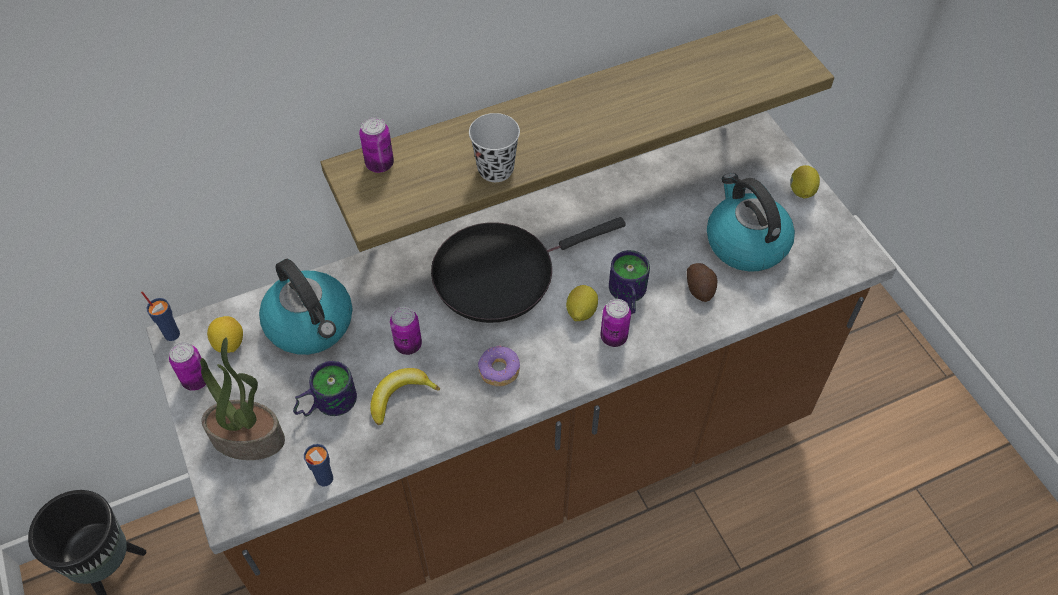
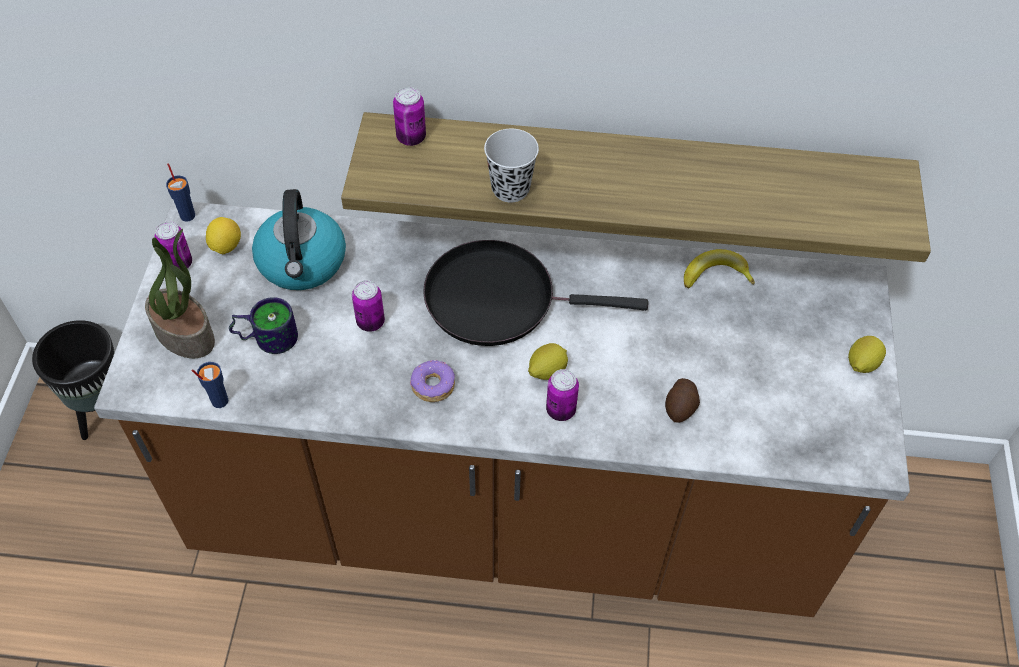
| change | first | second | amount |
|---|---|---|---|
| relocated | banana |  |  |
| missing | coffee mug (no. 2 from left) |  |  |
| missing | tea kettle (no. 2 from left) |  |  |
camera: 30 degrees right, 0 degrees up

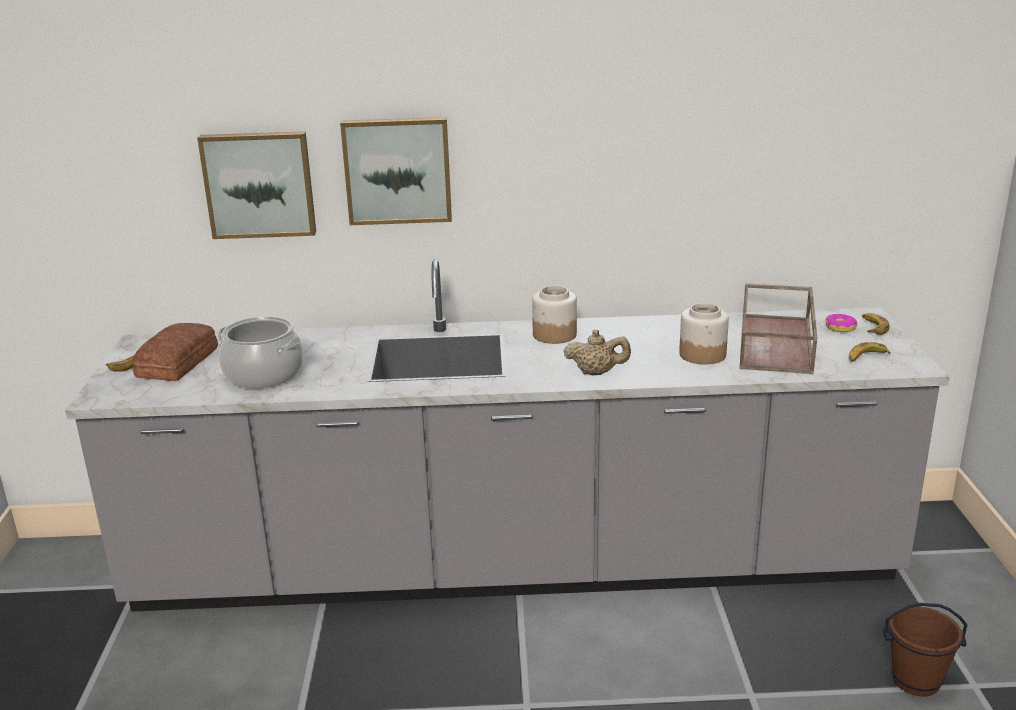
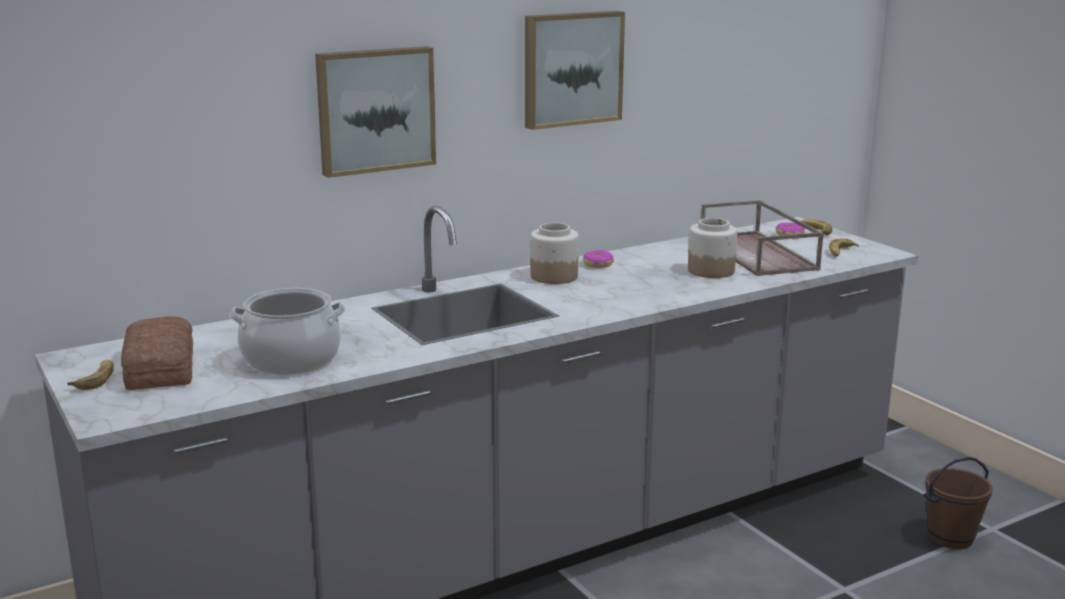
| change | first | second | amount |
|---|---|---|---|
| relocated | picture (no. 1 from left in the first image) | picture (no. 2 from left) |  |
| appeared |  | ring doughnut (no. 1 from left) |  |
| missing | beige-coloured teapot |  |  |
camera: 30 degrees left, 5 degrees down

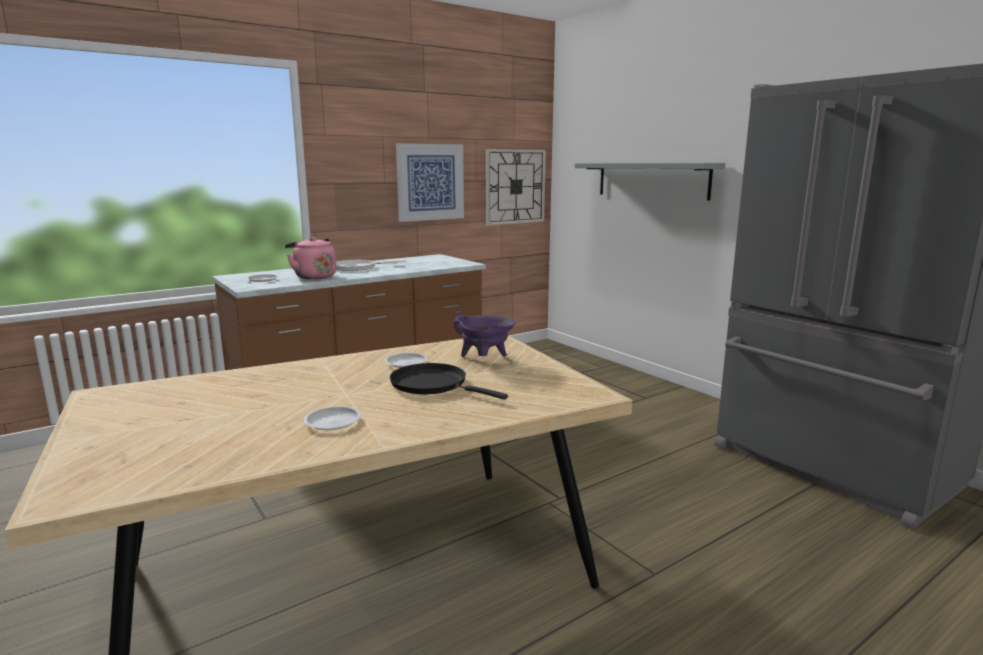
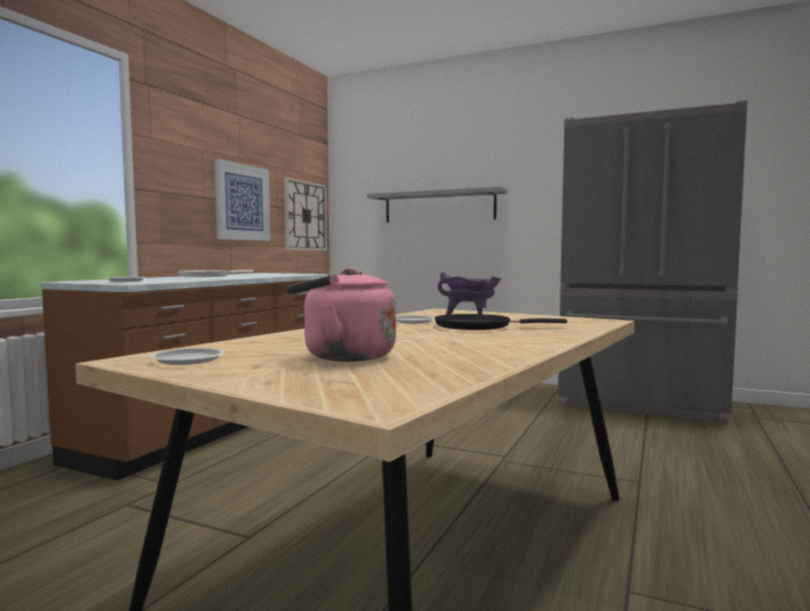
| change | first | second | amount |
|---|---|---|---|
| relocated | white-coloured plate (no. 2 from left) |  |  |
| relocated | pinkish tea kettle |  |  |
camera: 30 degrees left, 10 degrees down

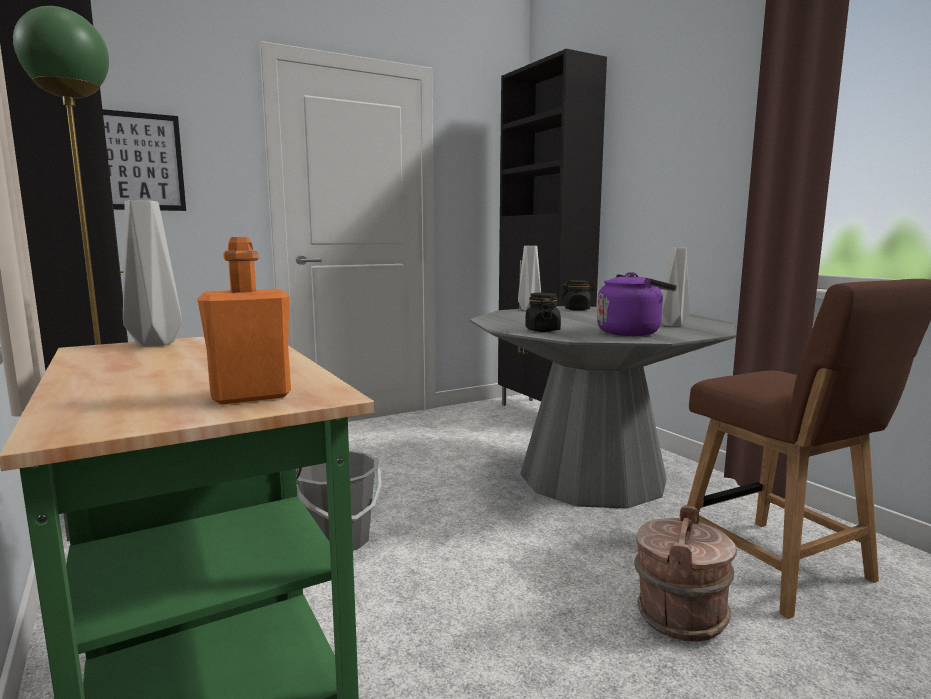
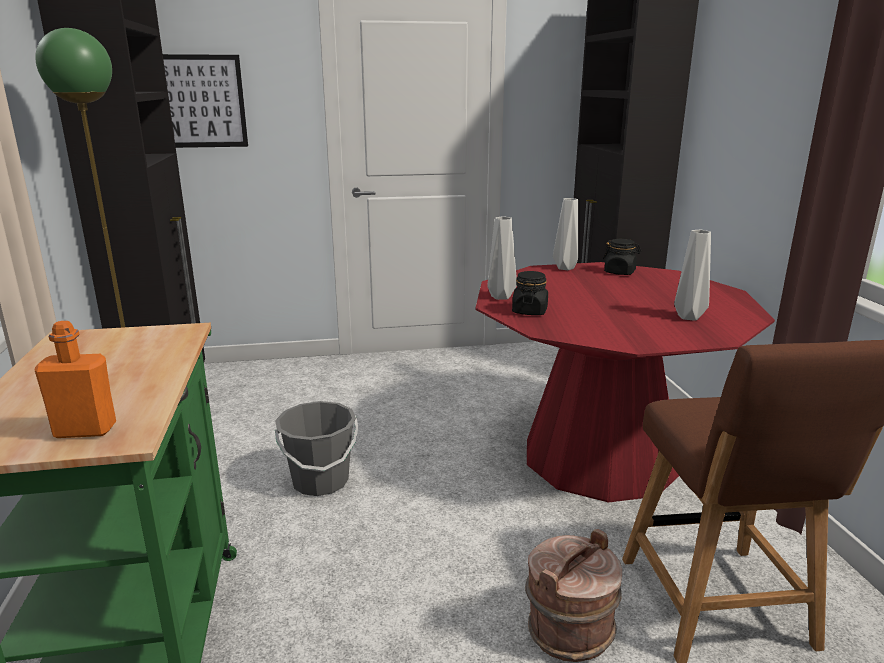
| change | first | second | amount |
|---|---|---|---|
| colour | grey dinner table | red dinner table |  |
| relocated | grey decorative vase (no. 1 from left) |  |  |
| missing | purple tea kettle |  |  |
camera: 20 degrees right, 10 degrees up

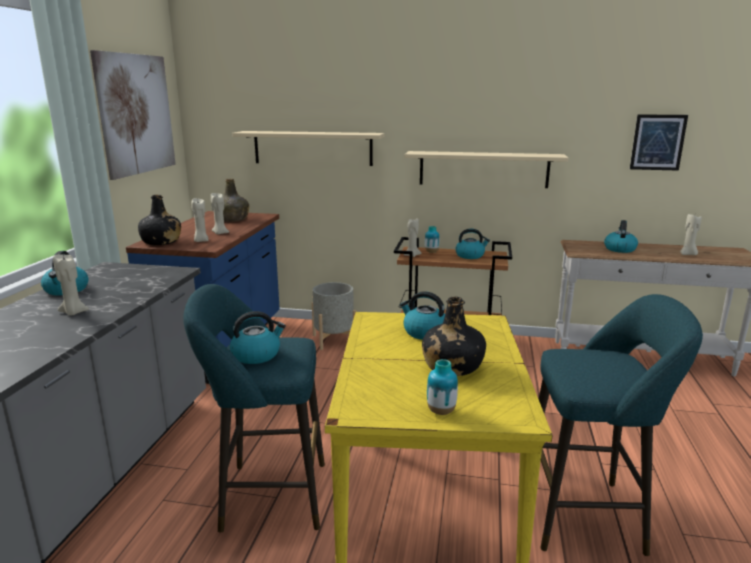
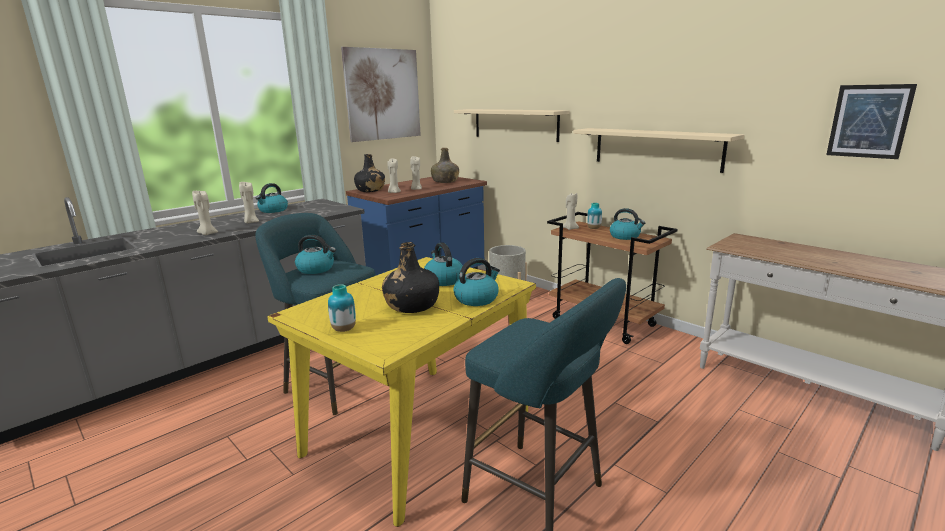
| change | first | second | amount |
|---|---|---|---|
| relocated | beige-coloured wax candle (no. 5 from left in the first image) | beige-coloured wax candle (no. 1 from left) |  |
| relocated | tea kettle (no. 5 from left in the first image) | tea kettle (no. 4 from left) |  |
camera: 35 degrees right, 0 degrees up

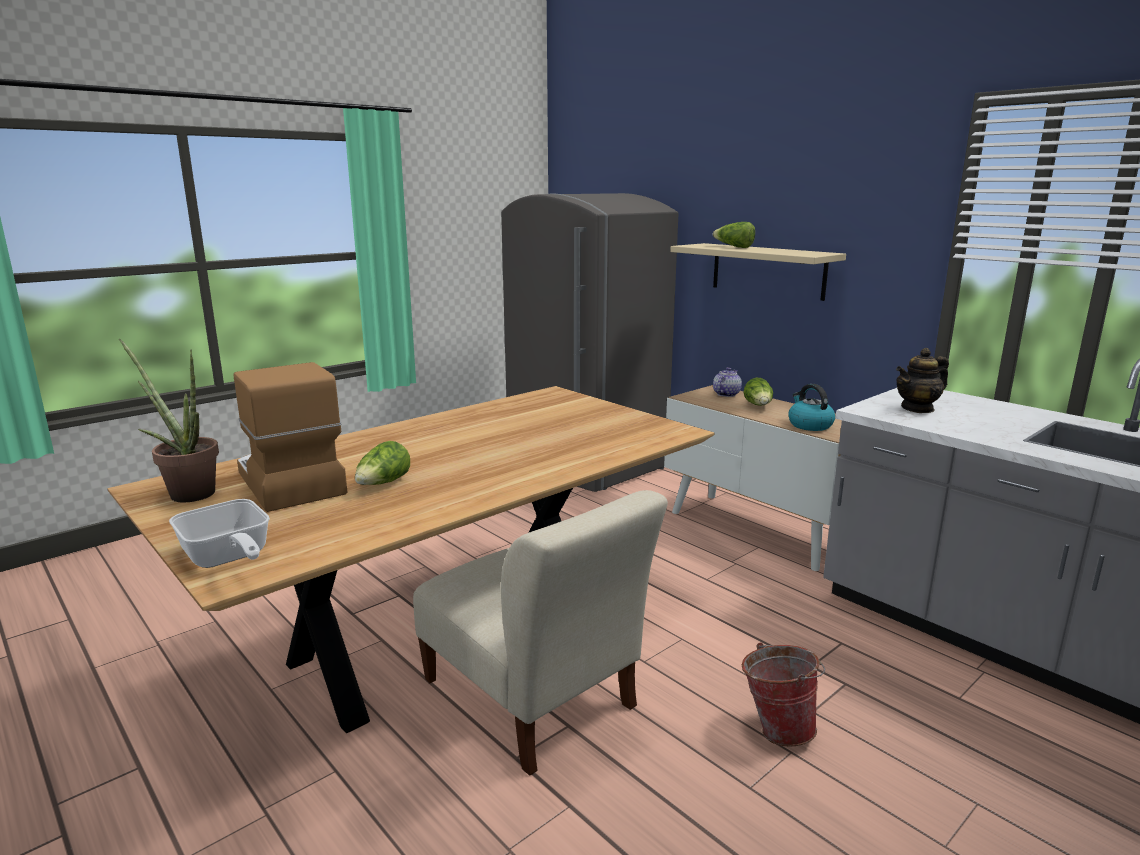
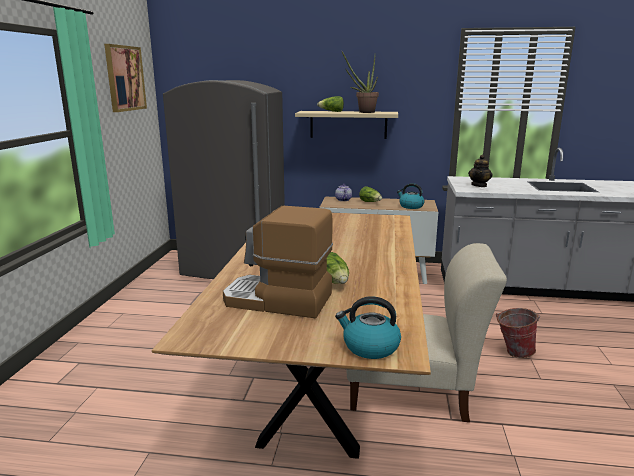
| change | first | second | amount |
|---|---|---|---|
| appeared |  | picture |  |
| exchanged | pan | tea kettle (no. 1 from left) |  |
| relocated | houseplant |  |  |
camera: 40 degrees left, 0 degrees up

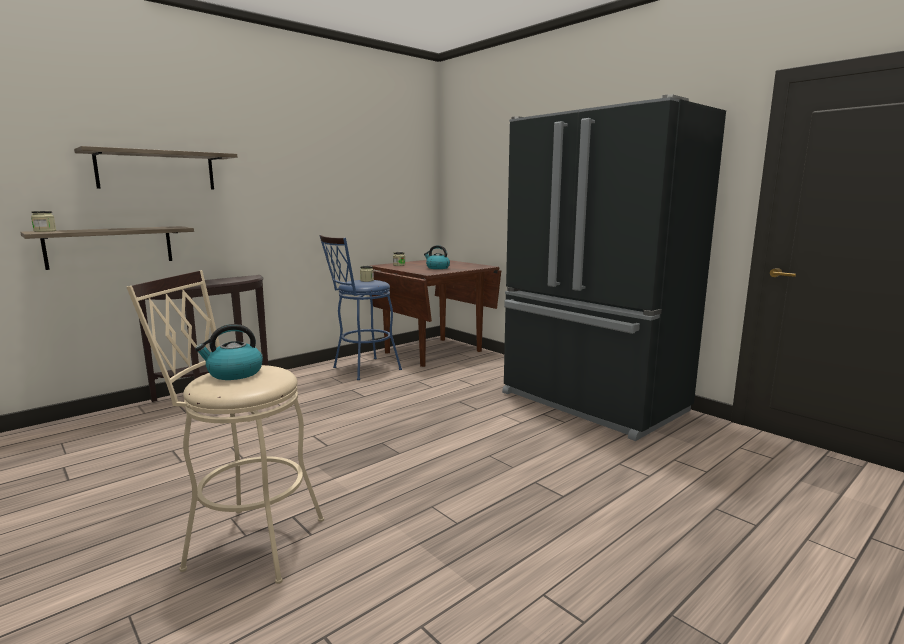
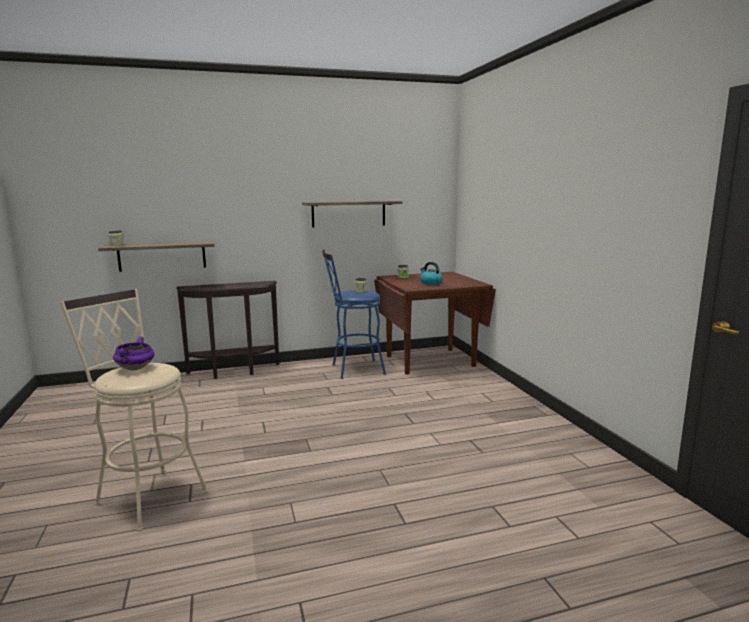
| change | first | second | amount |
|---|---|---|---|
| exchanged | tea kettle (no. 1 from left) | purple stockpot |  |
| relocated | bracket shelf (no. 2 from left) |  |  |
| missing | blackish kitchen fridge |  |  |
camera: 25 degrees right, 0 degrees up

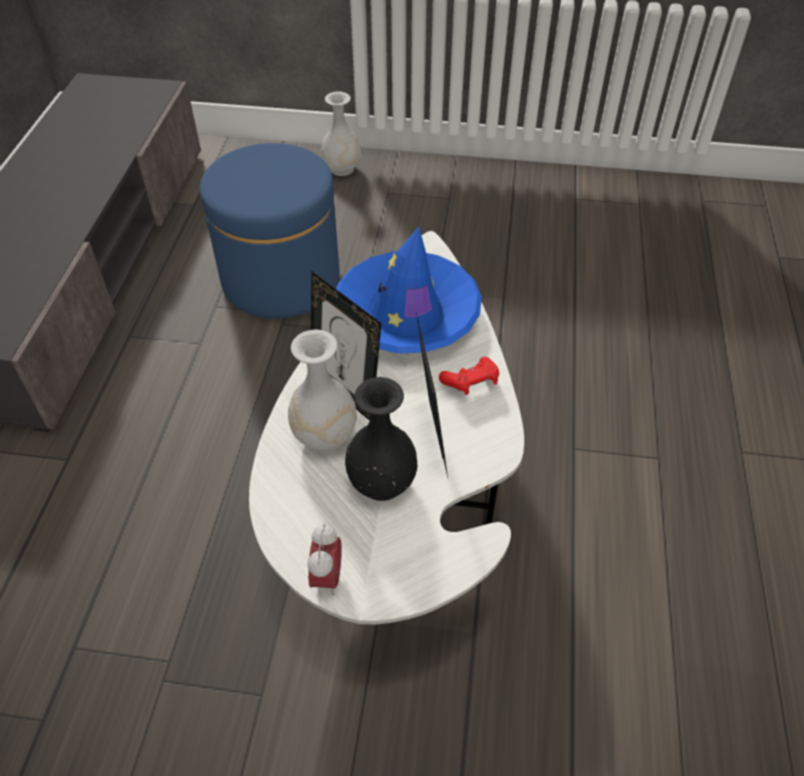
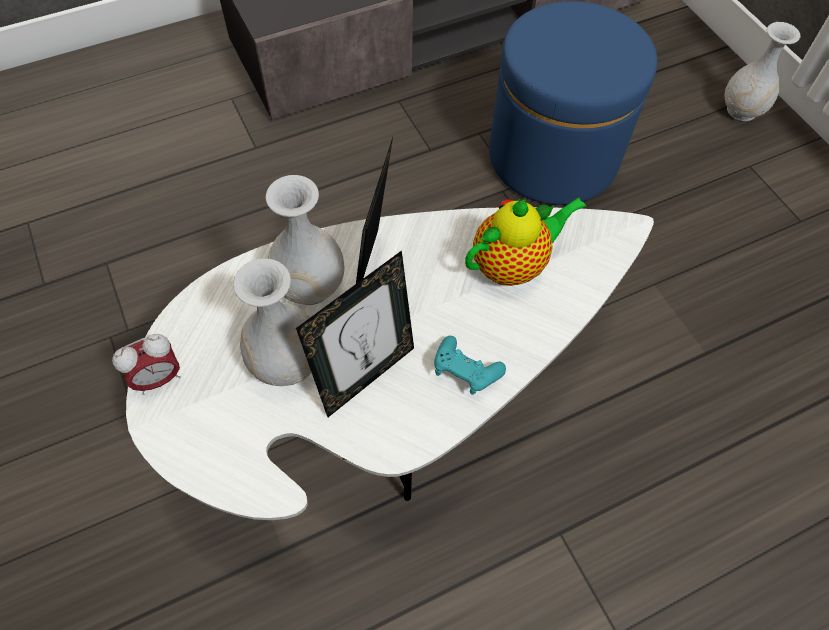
| change | first | second | amount |
|---|---|---|---|
| colour | blackish decorative vase | white-coloured decorative vase (no. 1 from left) |  |
| colour | red joypad | turquoise joypad |  |
| exchanged | blue-coloured clothing hat | teapot |  |
camera: 55 degrees right, 10 degrees up

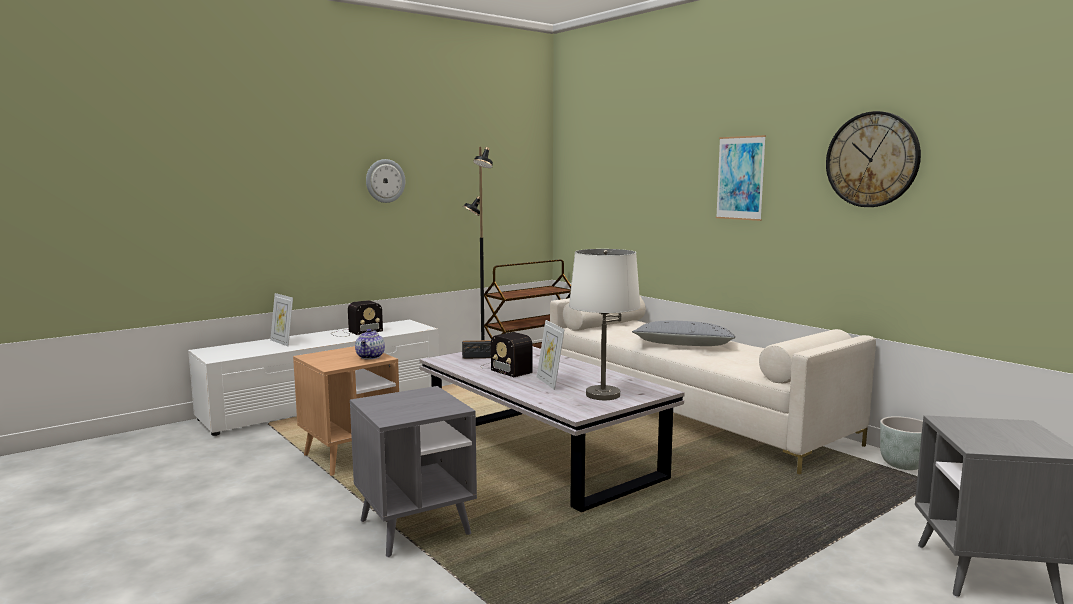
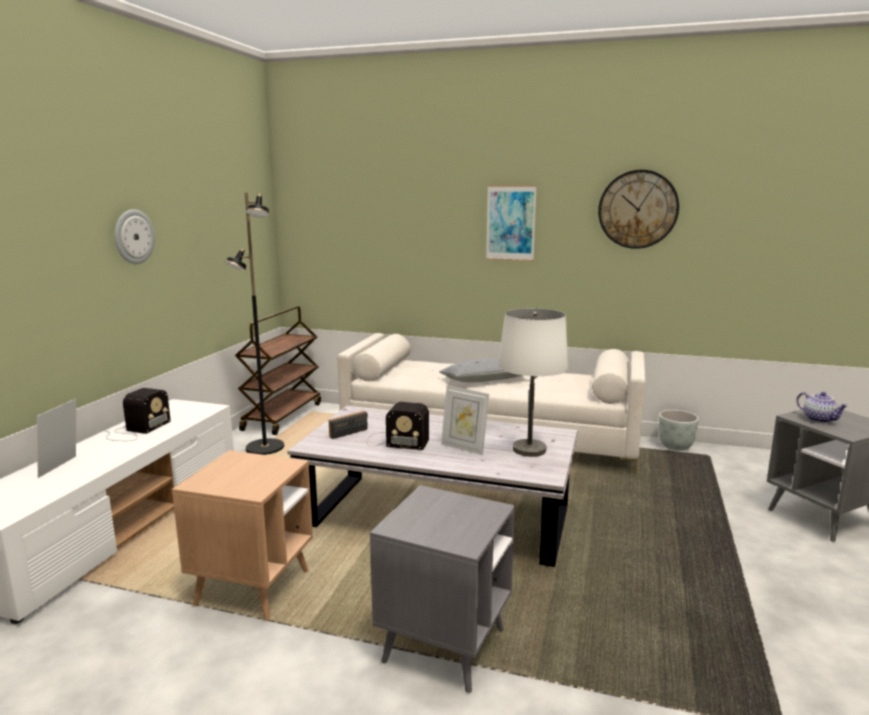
| change | first | second | amount |
|---|---|---|---|
| spun | picture frame (no. 1 from left) |  | 90 degrees clockwise |
| relocated | teapot |  |  |
camera: 35 degrees left, 5 degrees up

